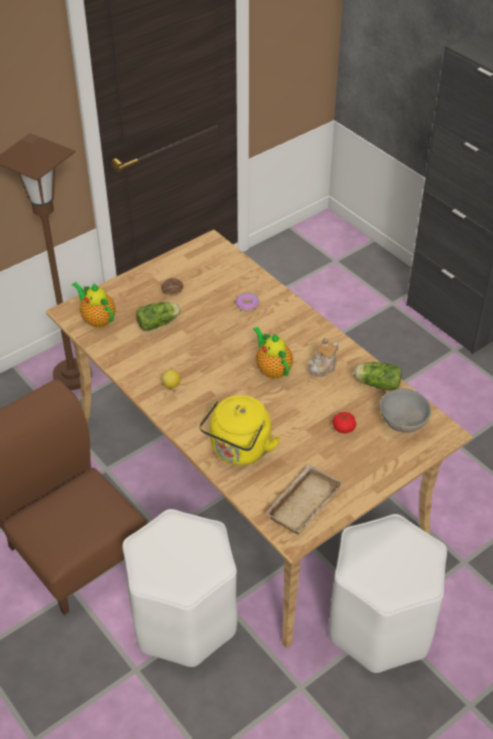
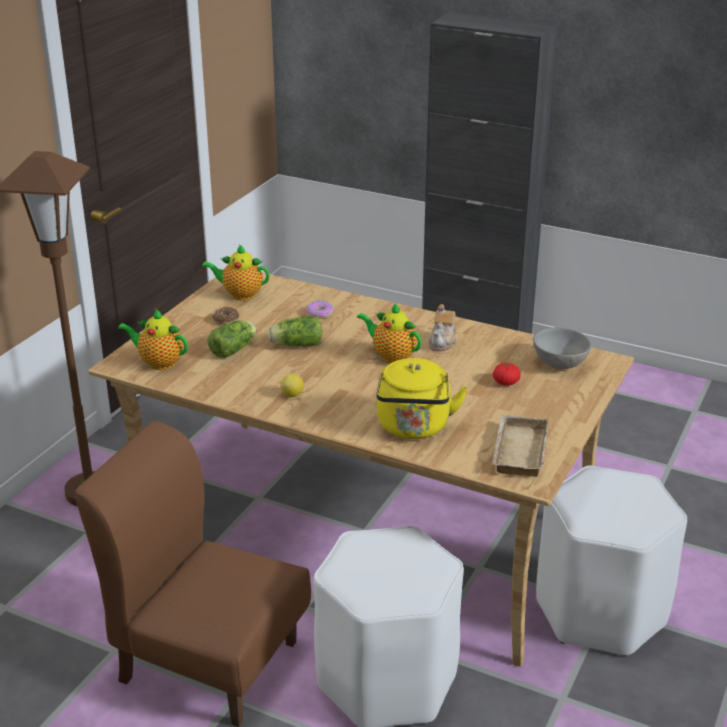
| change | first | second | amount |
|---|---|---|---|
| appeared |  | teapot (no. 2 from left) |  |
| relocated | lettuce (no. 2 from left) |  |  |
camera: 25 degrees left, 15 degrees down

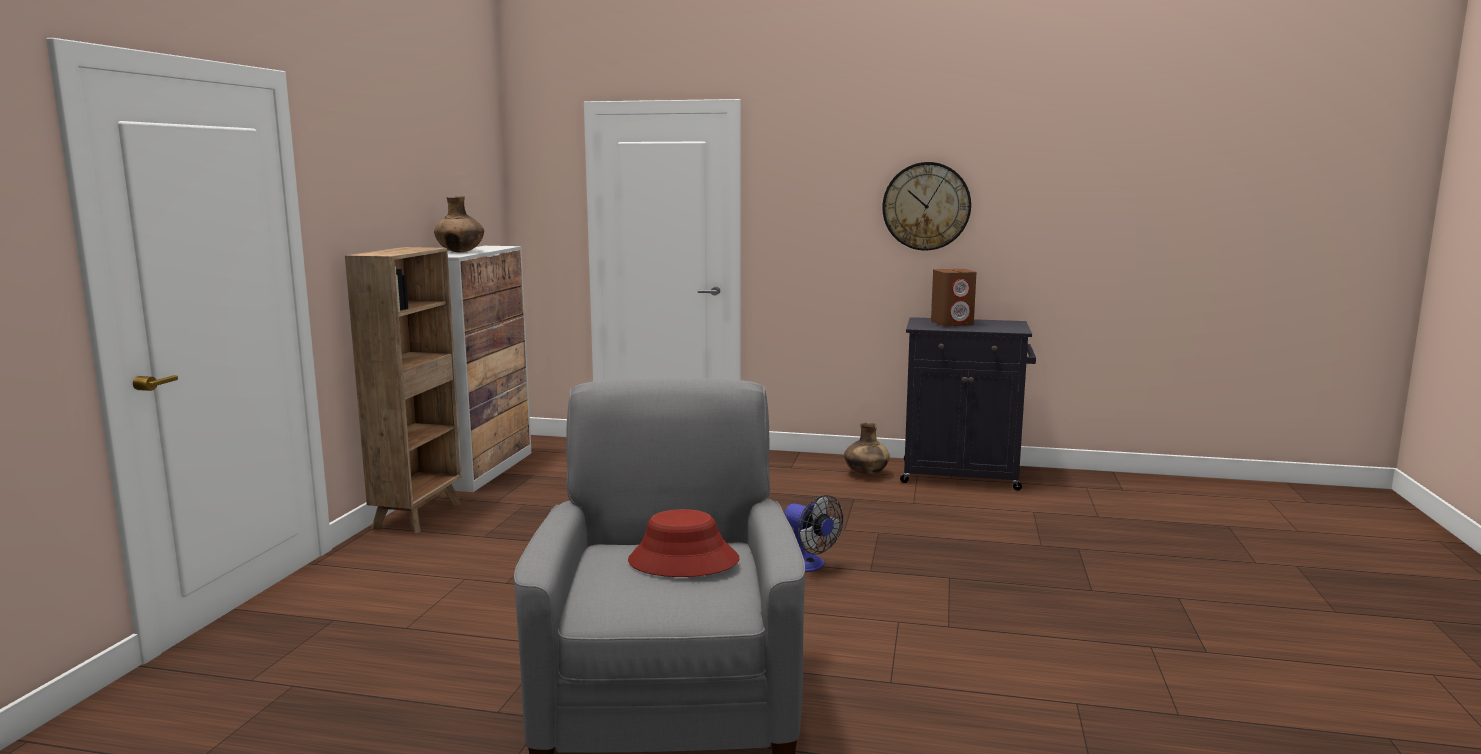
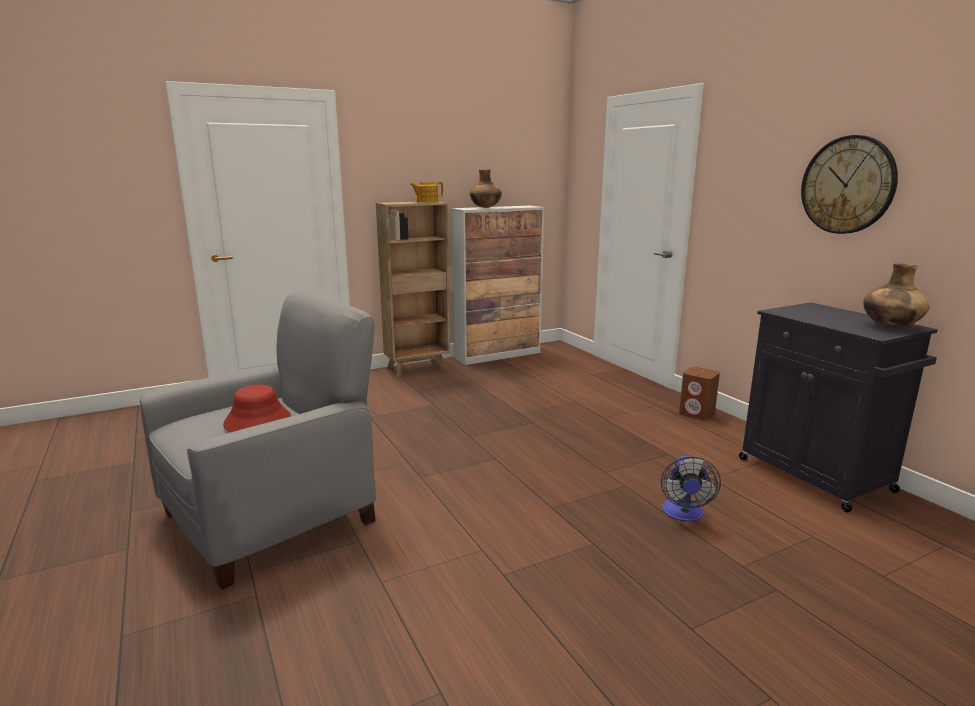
| change | first | second | amount |
|---|---|---|---|
| appeared |  | teapot |  |
| relocated | electric fan |  |  |
| relocated | brown-coloured audio speaker |  |  |
| relocated | brown-coloured decorative vase (no. 2 from left) |  |  |
camera: 50 degrees right, 5 degrees up

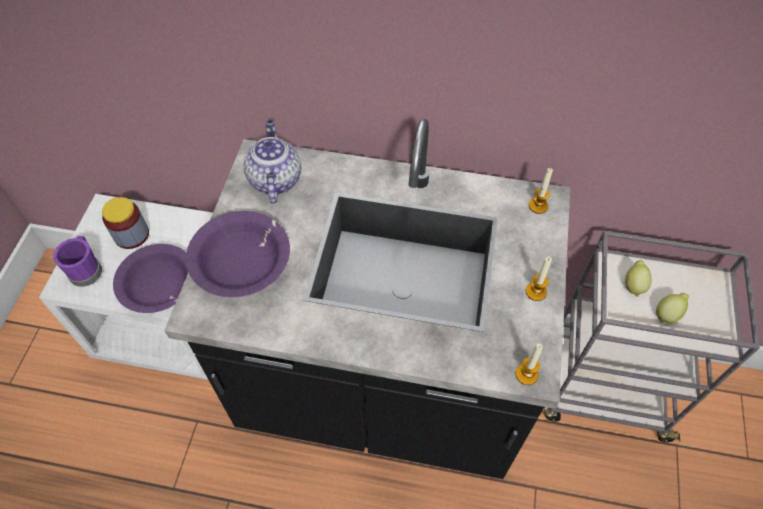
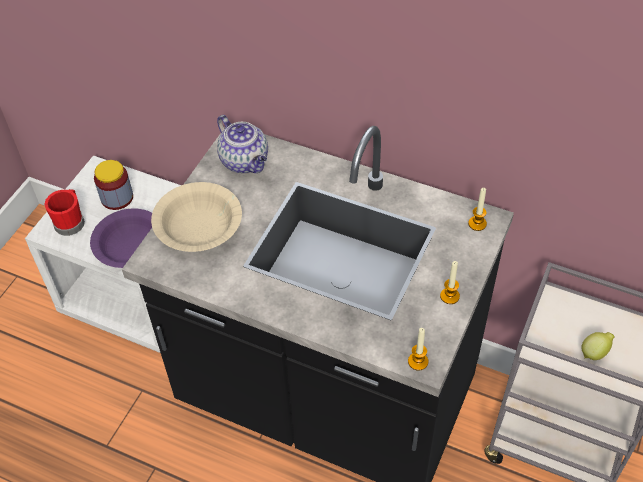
| change | first | second | amount |
|---|---|---|---|
| colour | purple coffee mug | red coffee mug |  |
| colour | purple serving bowl (no. 2 from left) | beige-coloured serving bowl |  |
| spun | teapot |  | 135 degrees clockwise |
| missing | whole lemon (no. 1 from left) |  |  |
camera: 15 degrees right, 5 degrees down

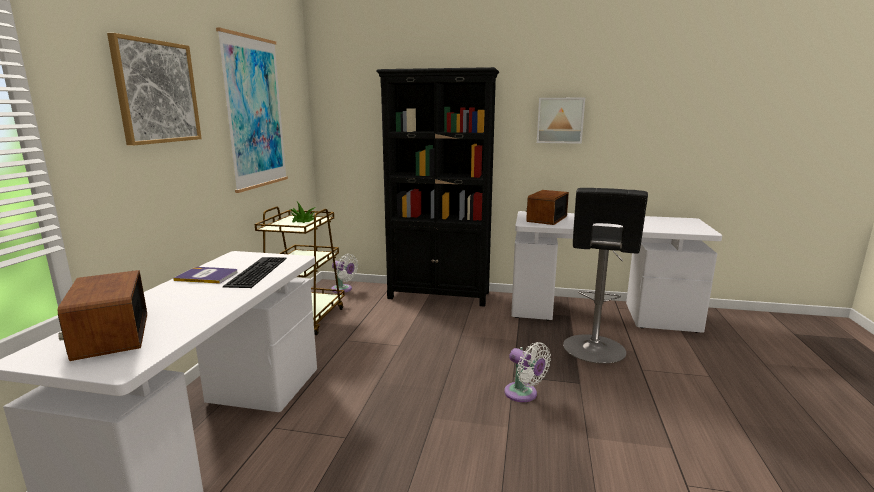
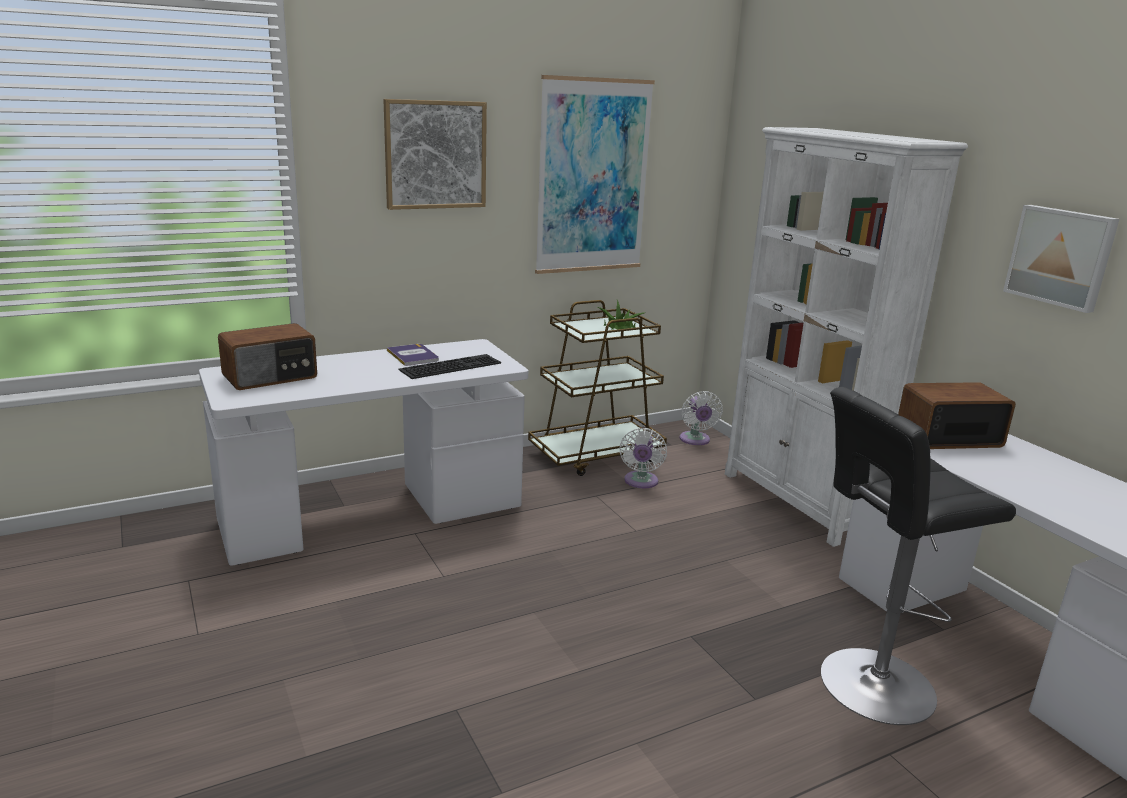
| change | first | second | amount |
|---|---|---|---|
| spun | radio set (no. 1 from left) |  | 150 degrees counterclockwise |
| relocated | white-coloured electric fan (no. 2 from left in the first image) | white-coloured electric fan (no. 1 from left) |  |
| colour | blackish shelving unit | white-coloured shelving unit |  |
camera: 50 degrees right, 5 degrees up

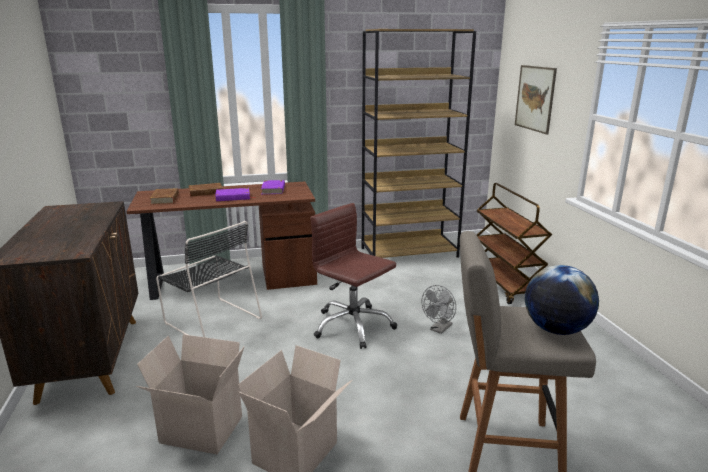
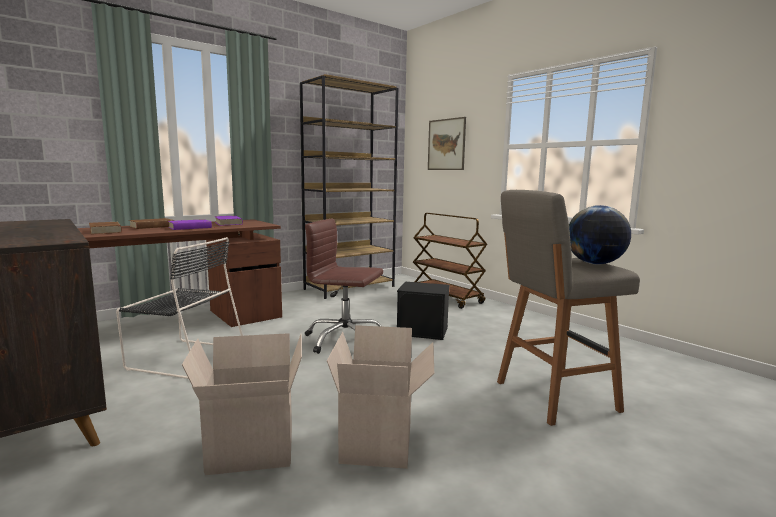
| change | first | second | amount |
|---|---|---|---|
| exchanged | grey electric fan | blackish storage container |  |
camera: 25 degrees left, 10 degrees down

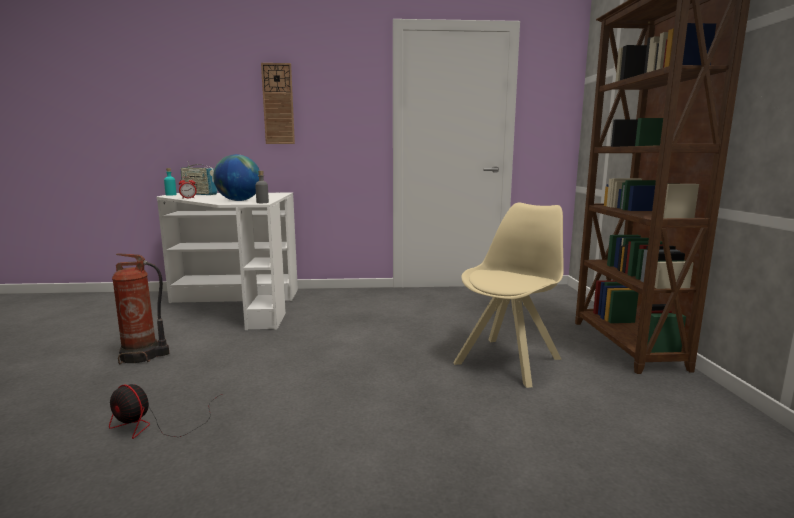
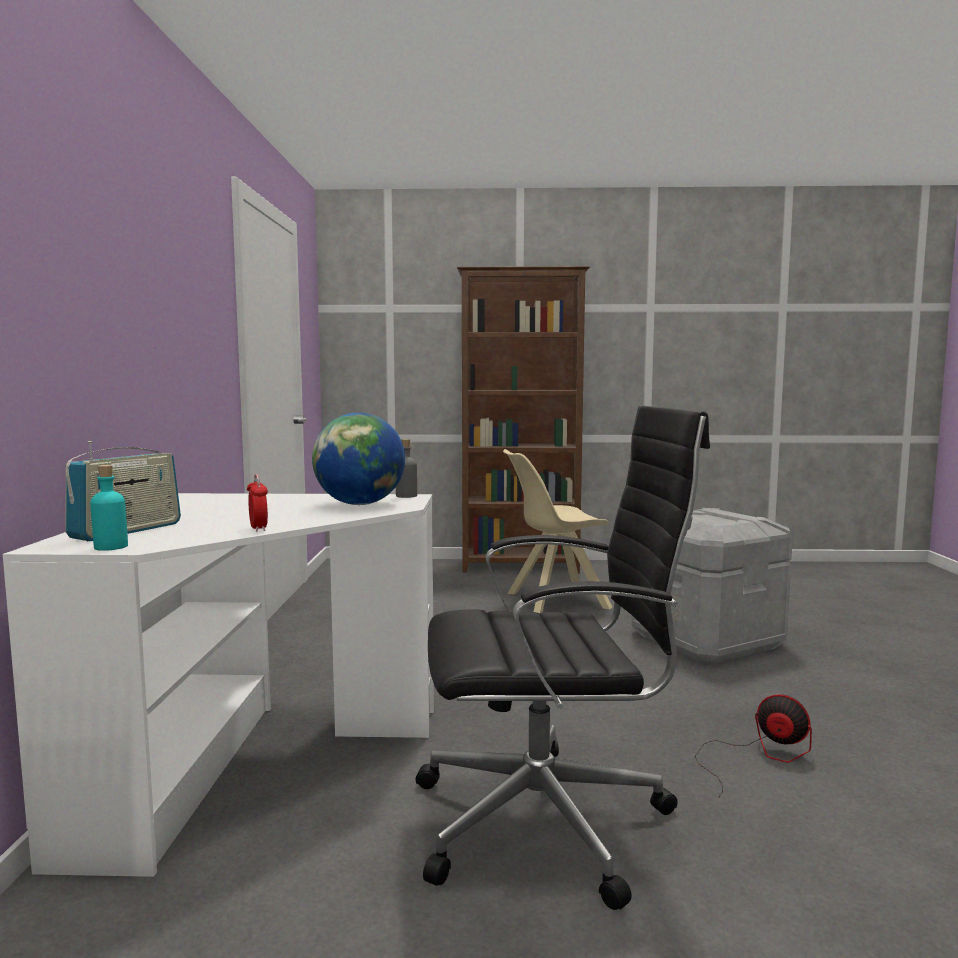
| change | first | second | amount |
|---|---|---|---|
| exchanged | fire-fighting cylinder | blackish computer chair |  |
| spun | beige-coloured upright chair |  | 60 degrees counterclockwise |
| appeared |  | grey storage container |  |
| spun | electric fan |  | 90 degrees counterclockwise |
| missing | wall clock |  |  |
camera: 85 degrees left, 5 degrees down

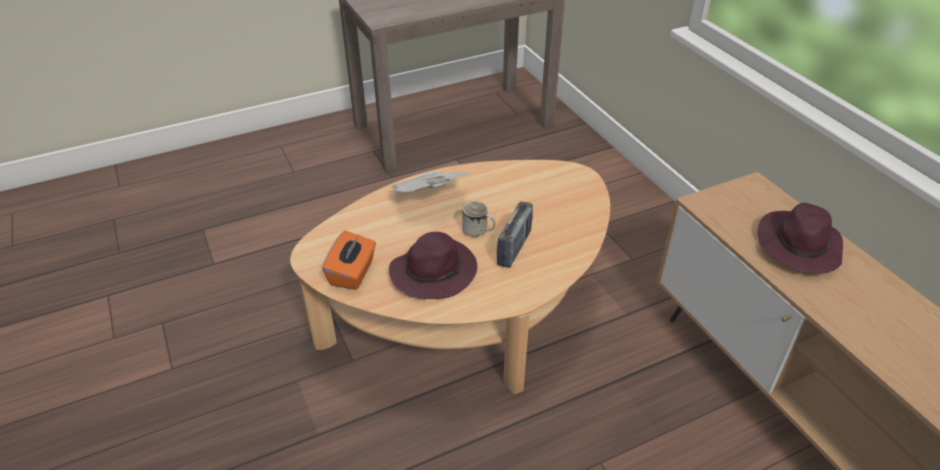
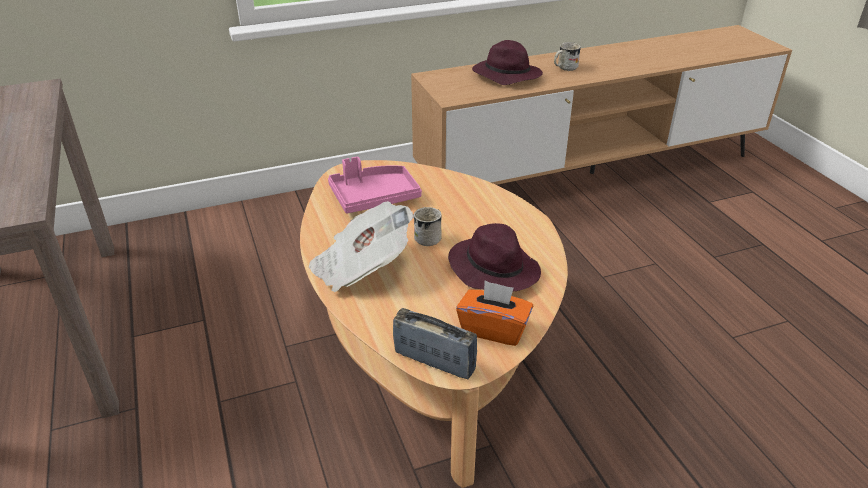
| change | first | second | amount |
|---|---|---|---|
| appeared |  | pinkish serving tray |  |
| relocated | radio set |  |  |
| appeared |  | white-coloured coffee mug (no. 2 from left) |  |
camera: 85 degrees left, 5 degrees down

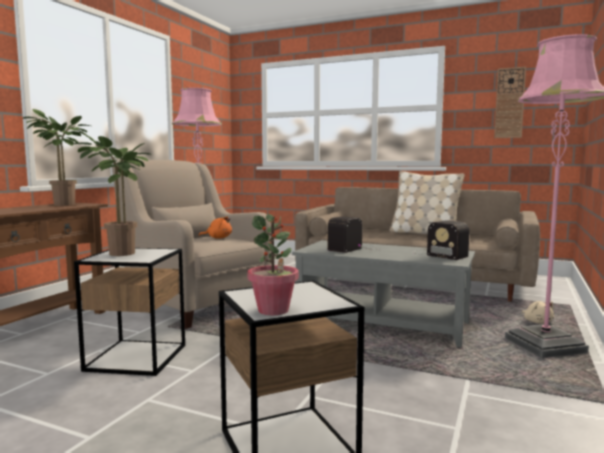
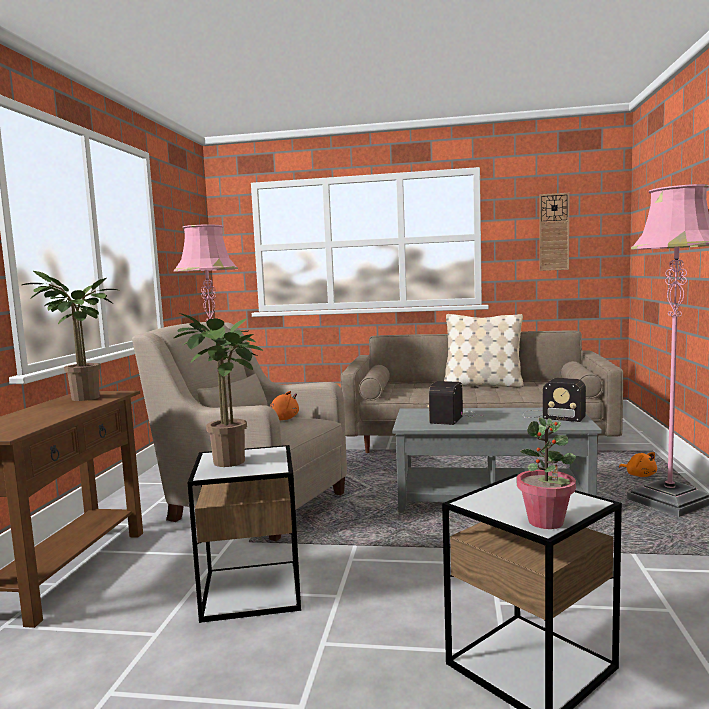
| change | first | second | amount |
|---|---|---|---|
| colour | beige-coloured soft toy | orange soft toy (no. 2 from left) |  |
camera: 15 degrees left, 0 degrees up

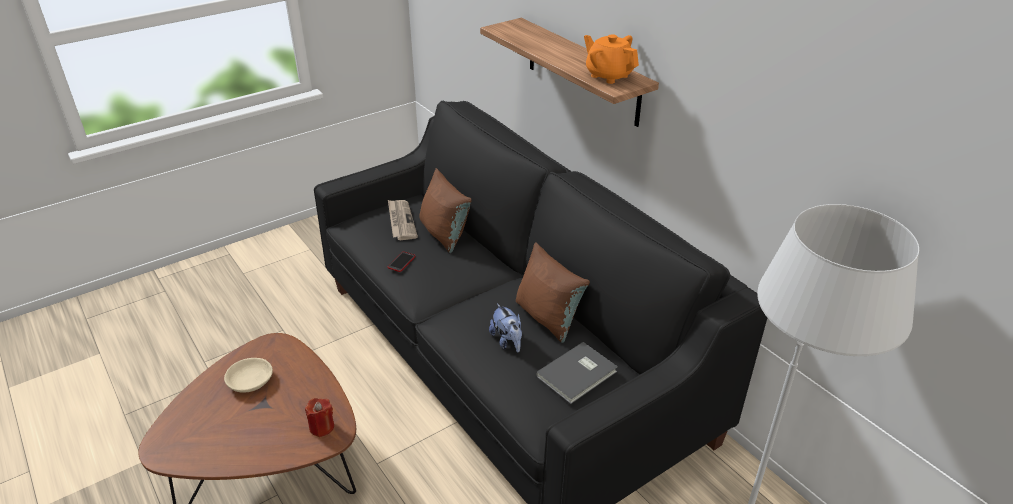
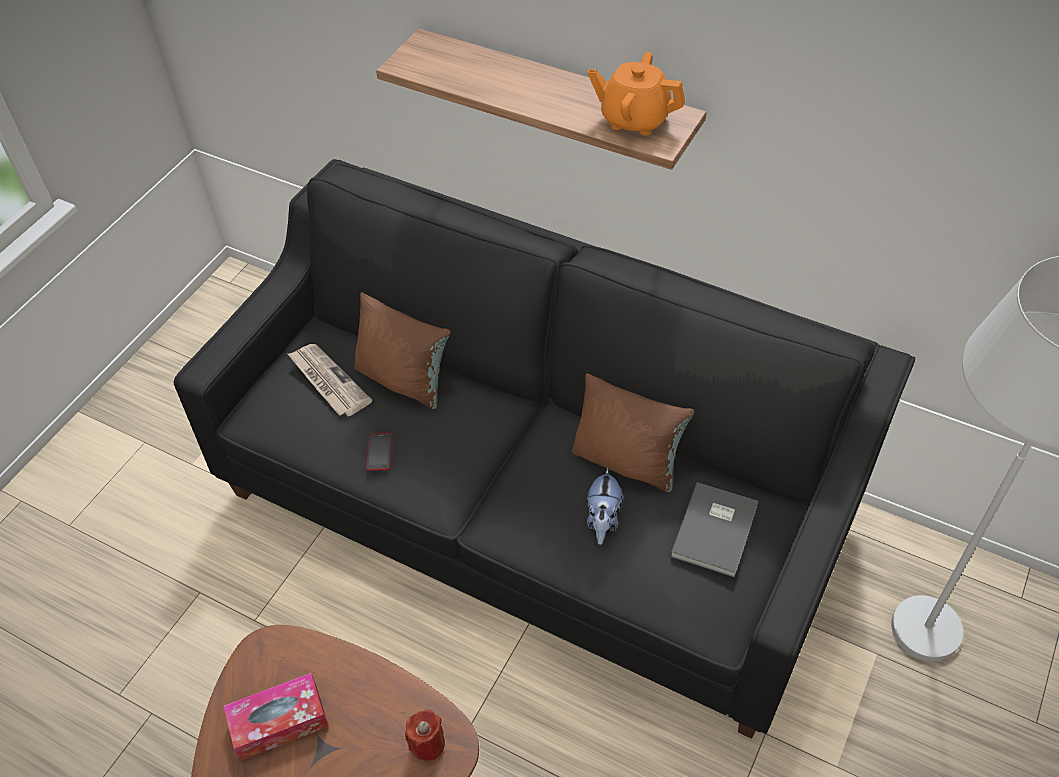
| change | first | second | amount |
|---|---|---|---|
| exchanged | beige-coloured serving bowl | tissue holder |  |
| spun | soft toy |  | 60 degrees clockwise |
camera: 25 degrees left, 15 degrees up

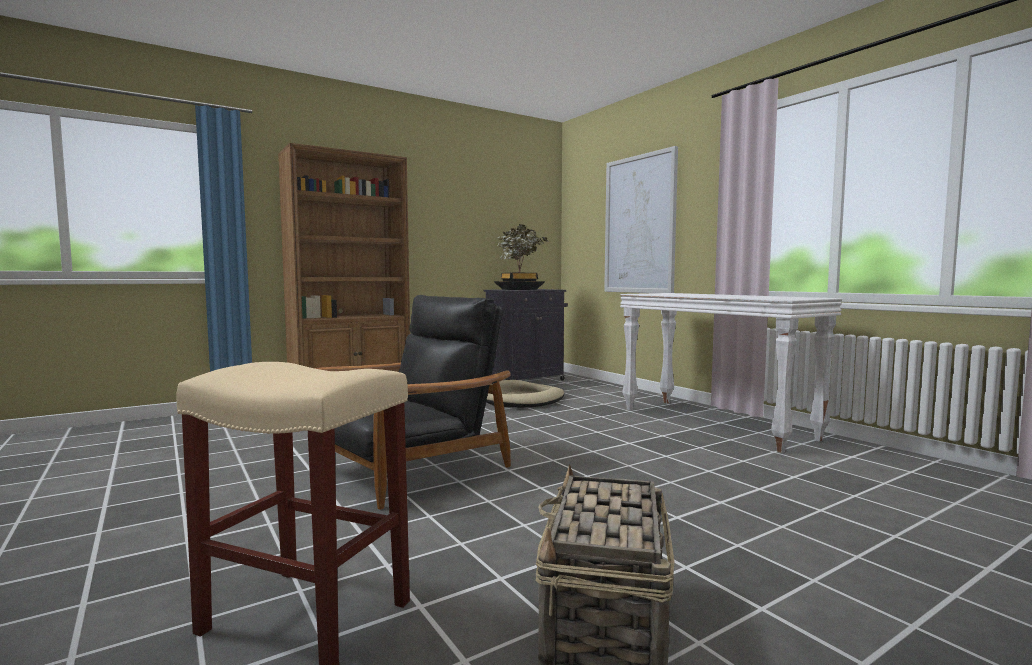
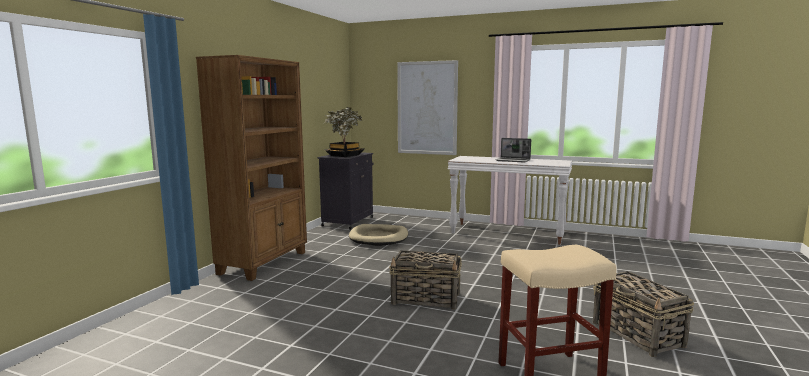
| change | first | second | amount |
|---|---|---|---|
| exchanged | blackish easy chair | basket (no. 1 from left) |  |
| appeared |  | laptop |  |
camera: 35 degrees left, 5 degrees up

